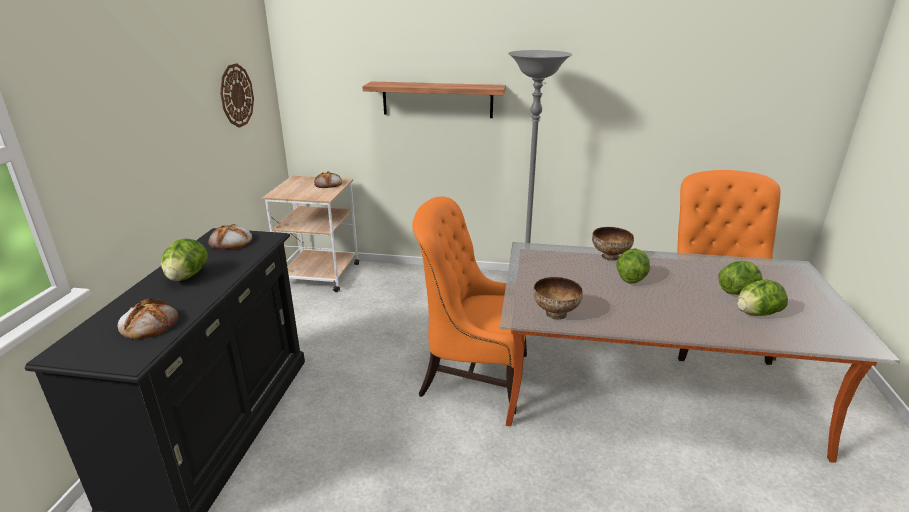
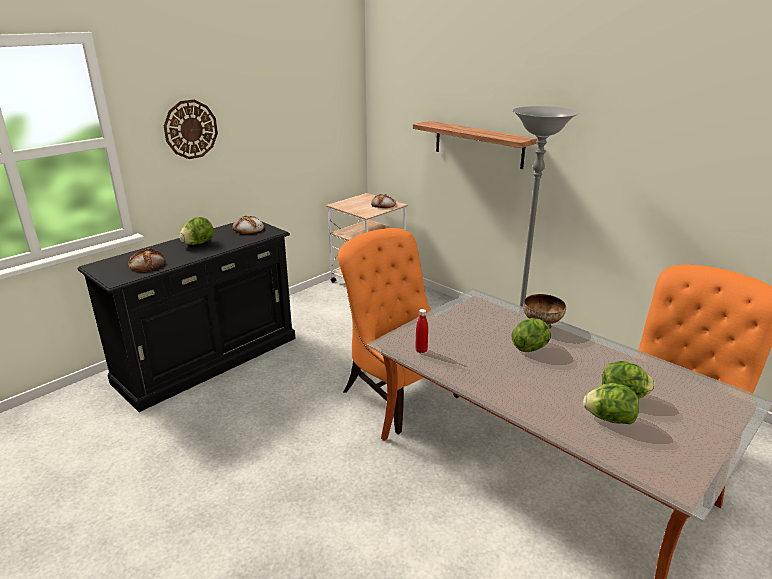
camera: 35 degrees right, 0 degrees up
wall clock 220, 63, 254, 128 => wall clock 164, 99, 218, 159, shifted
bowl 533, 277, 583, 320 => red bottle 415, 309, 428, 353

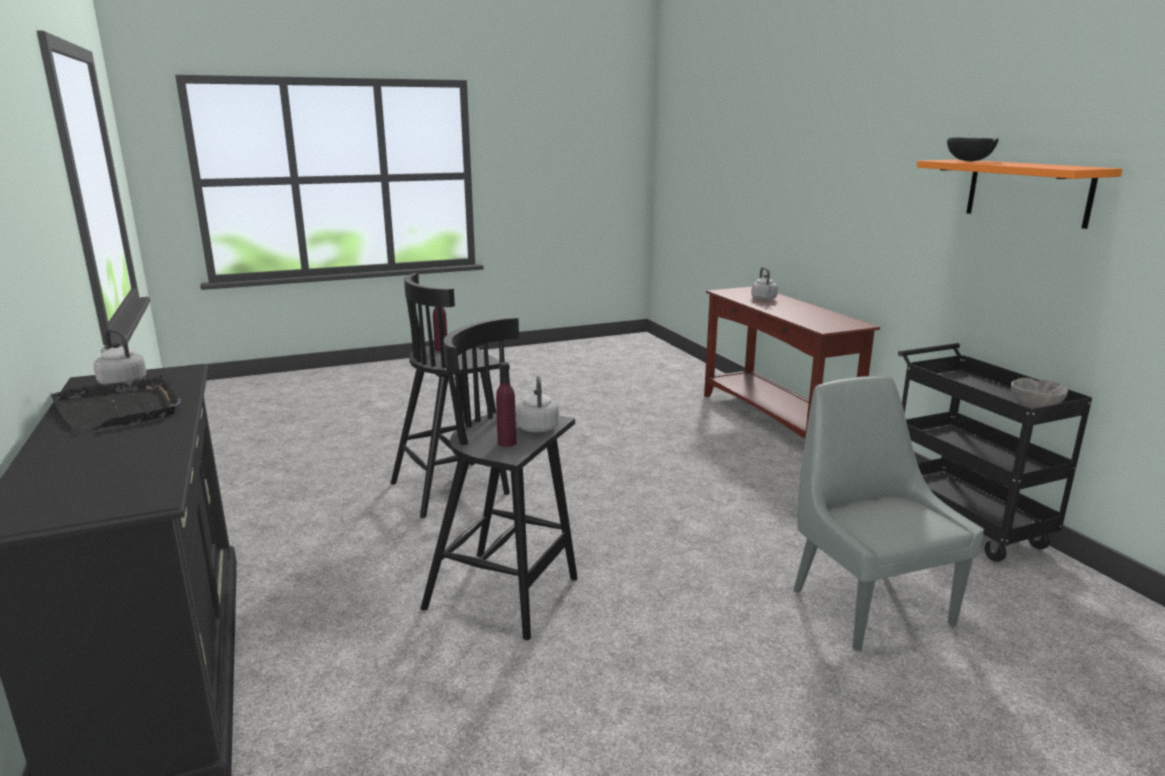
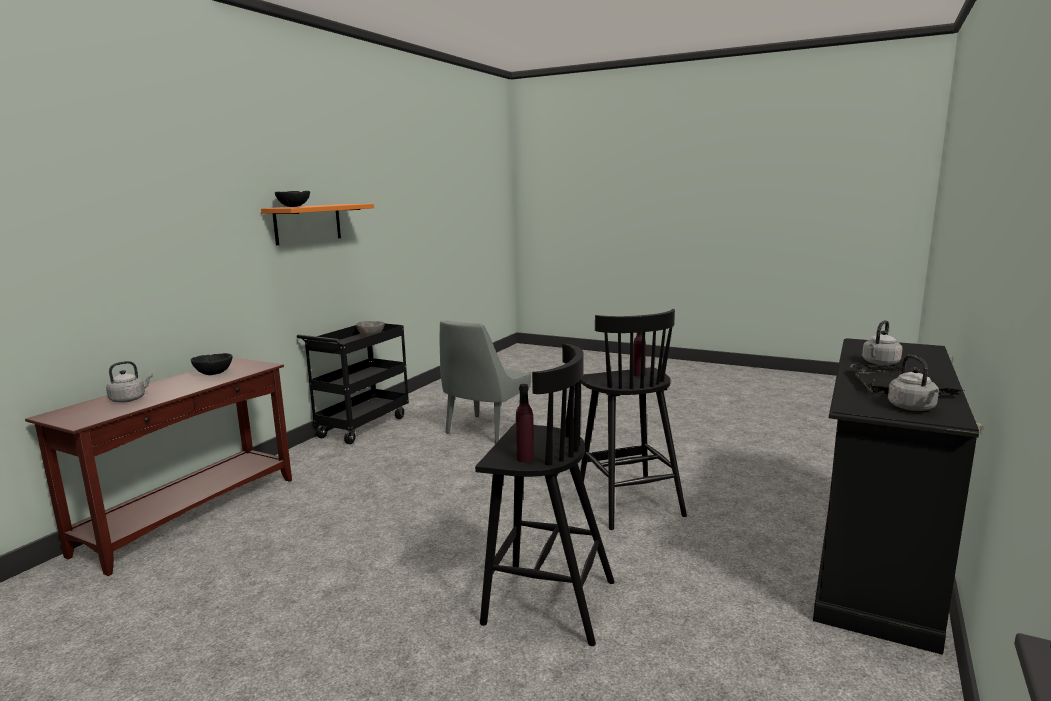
camera: 130 degrees left, 5 degrees down
nothing => black bowl 191, 353, 232, 375
grey kettle 516, 376, 559, 433 => grey kettle 862, 320, 902, 365, shifted

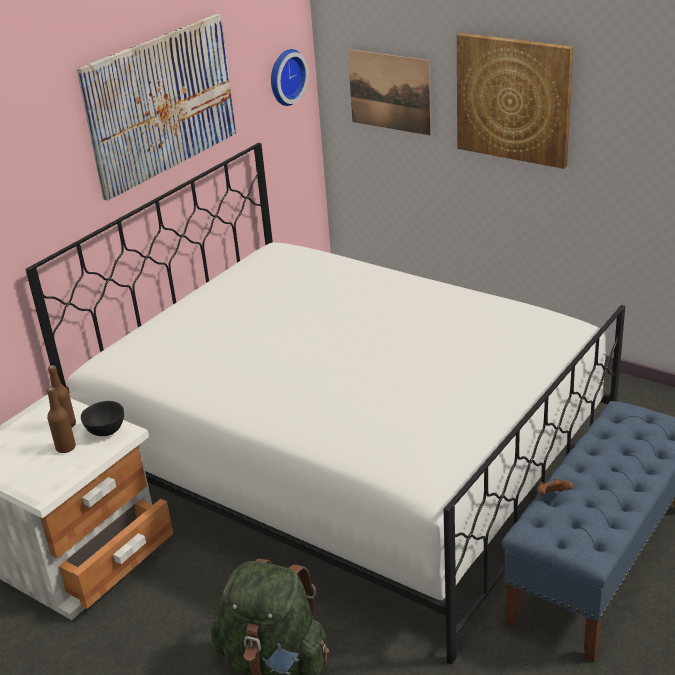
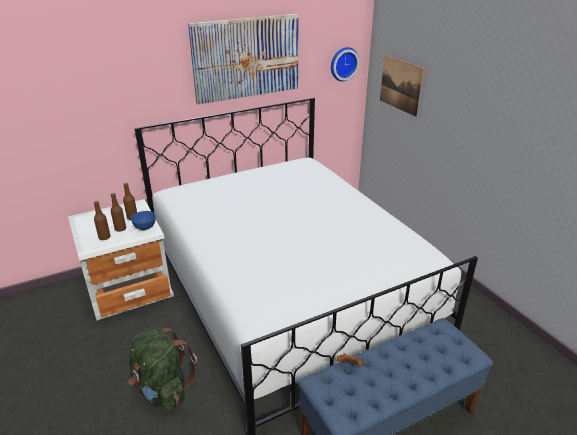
camera: 25 degrees right, 0 degrees up
picture 457, 33, 574, 169 => nothing
nothing => brown bottle 94, 201, 110, 240
black bowl 81, 401, 124, 436 => blue bowl 131, 211, 156, 230

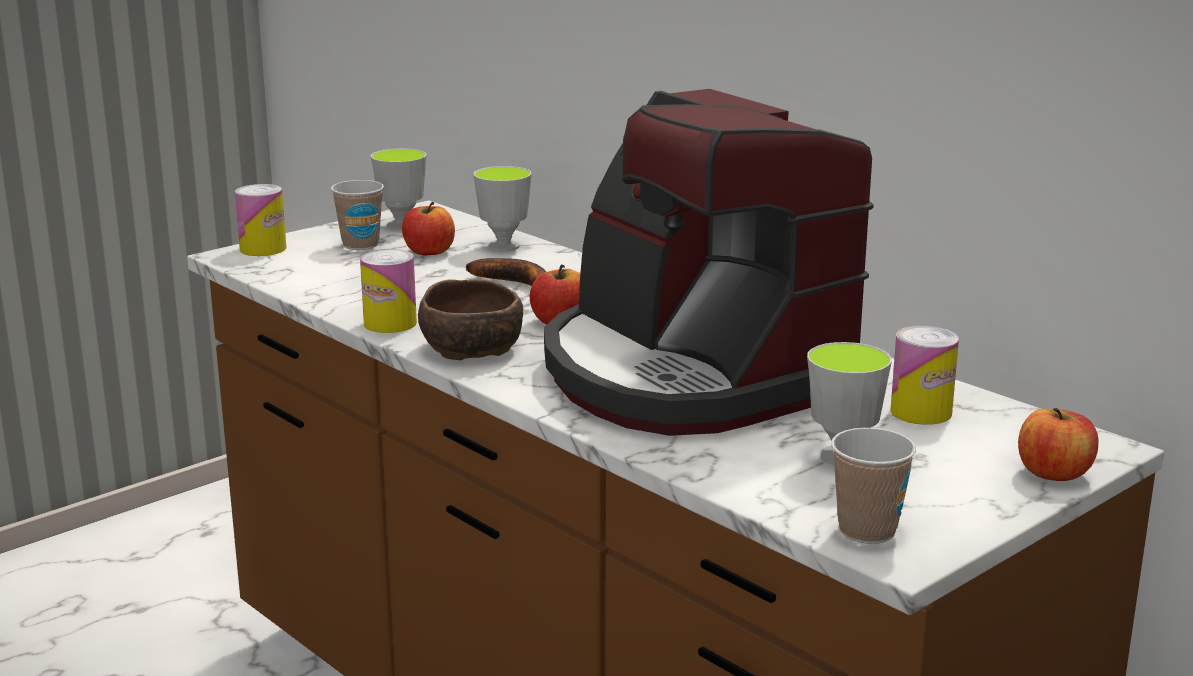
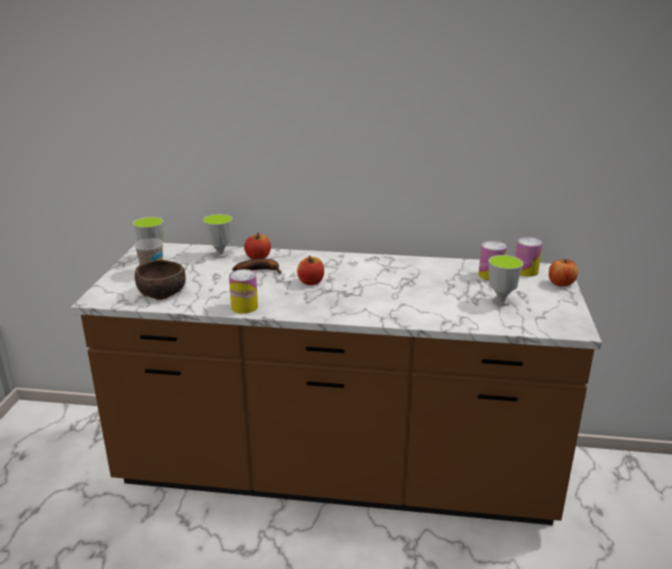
camera: 40 degrees left, 5 degrees up
coffee machine 544, 89, 874, 436 => nothing
cup 831, 428, 916, 544 => nothing
can 235, 184, 286, 256 => can 515, 237, 543, 277, shifted
apple 402, 202, 455, 256 => apple 244, 233, 271, 259, shifted
brown bowl 418, 279, 523, 360 => brown bowl 135, 260, 186, 300, shifted

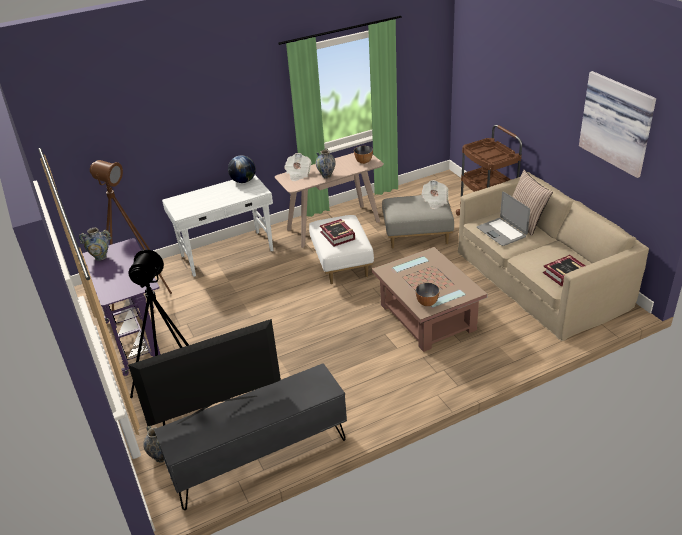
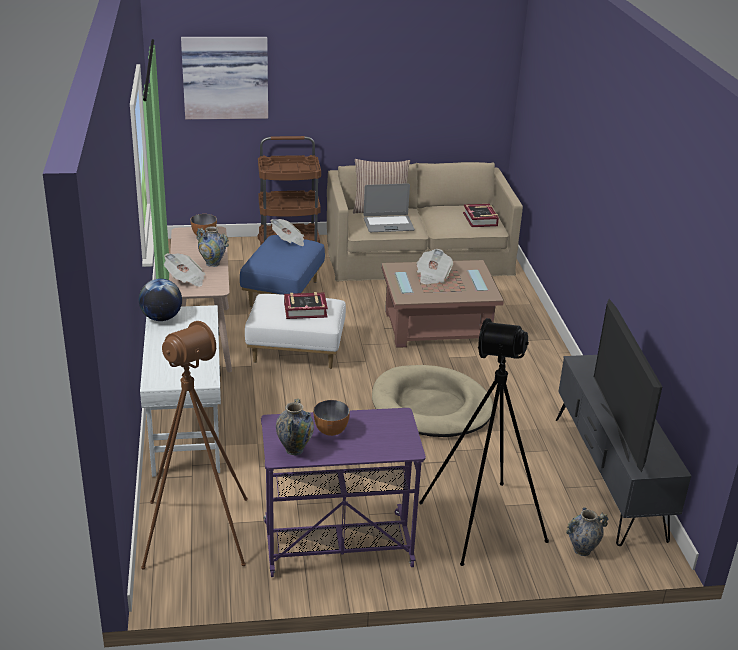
camera: 75 degrees left, 5 degrees down
nothing => beige dog bed 372, 365, 493, 437
nothing => newspaper 416, 249, 453, 284
bowl 415, 283, 440, 306 => bowl 313, 400, 350, 436, shifted
picture 579, 71, 656, 178 => picture 181, 37, 268, 119, shifted
grey ottoman 382, 195, 454, 249 => blue ottoman 240, 235, 325, 307

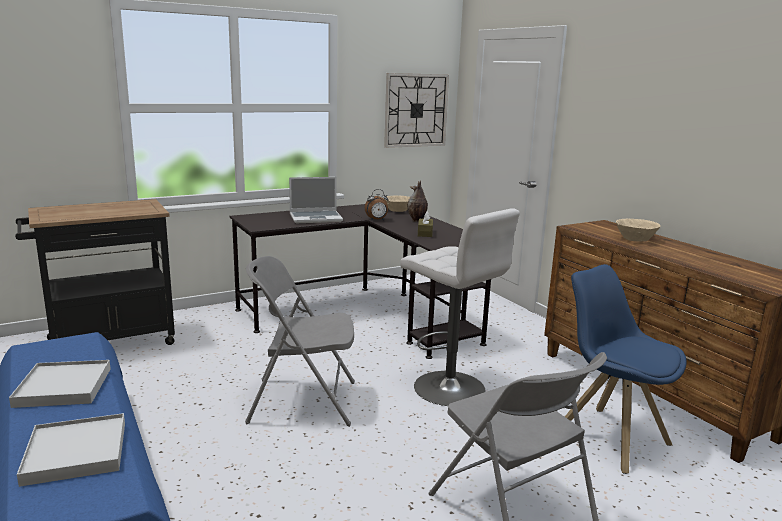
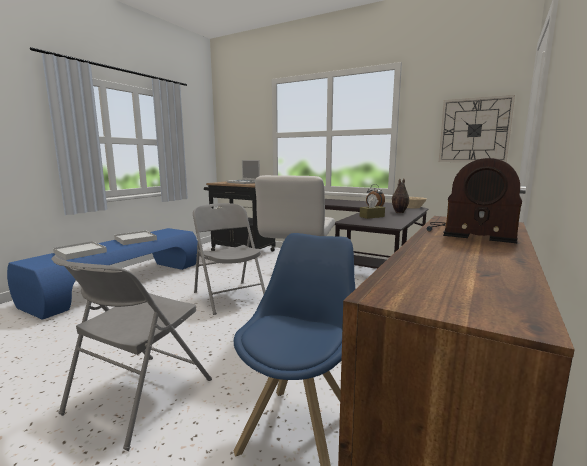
camera: 60 degrees right, 5 degrees down
laptop 289, 177, 343, 223 => laptop 227, 160, 260, 184, shifted
beige bowl 616, 219, 661, 242 => radio 427, 158, 522, 243

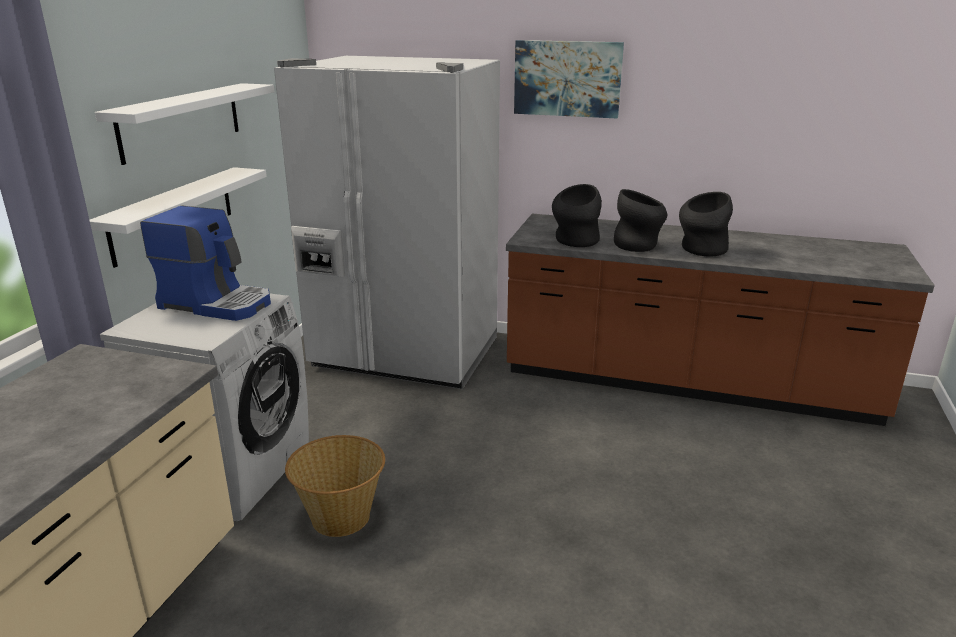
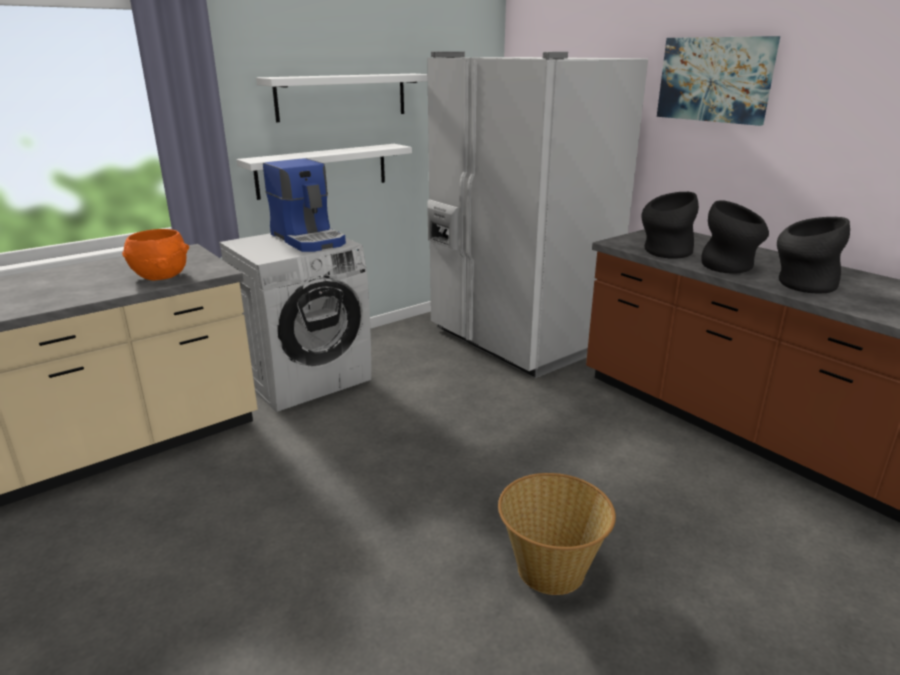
camera: 35 degrees right, 0 degrees up
nothing => orange bowl 122, 229, 189, 281
basket 285, 435, 385, 537 => basket 498, 473, 616, 595, shifted

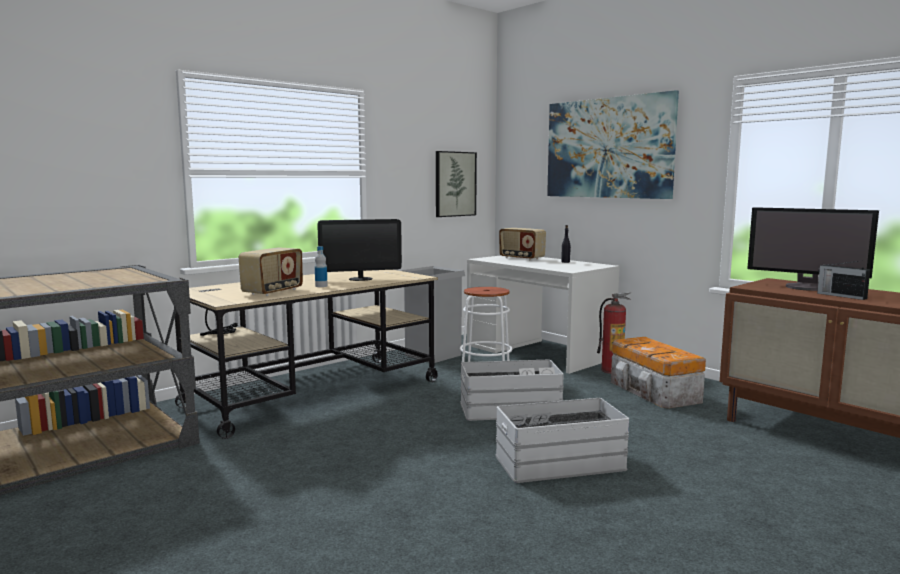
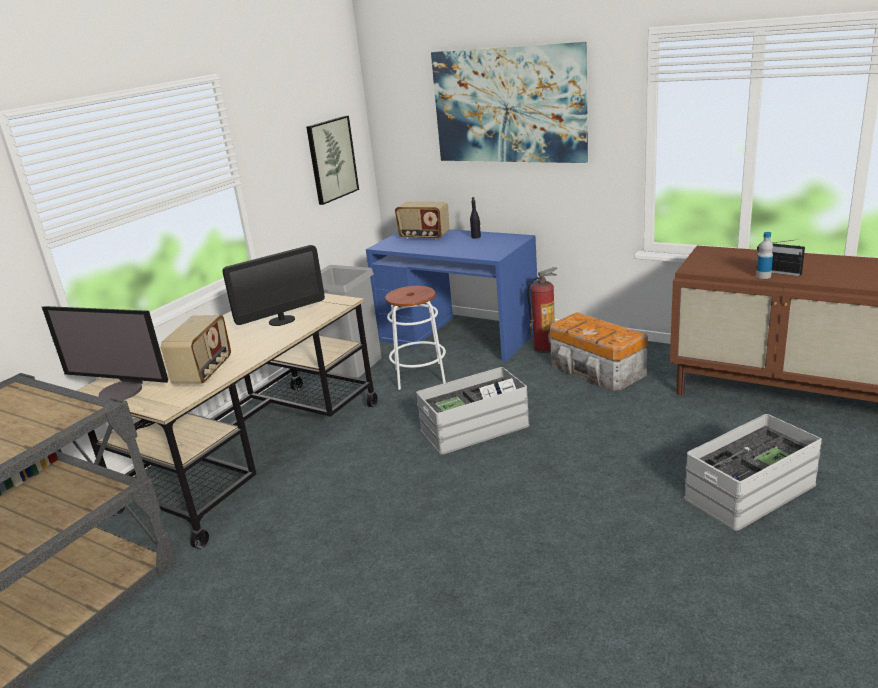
camera: 15 degrees left, 15 degrees up
bottle 315, 246, 328, 287 => bottle 756, 232, 773, 279, shifted
grey storage box 495, 398, 629, 483 => grey storage box 684, 414, 822, 531, shifted
monitor 747, 207, 879, 291 => monitor 42, 306, 168, 400, shifted
white desk 467, 255, 620, 374 => blue desk 366, 229, 537, 362

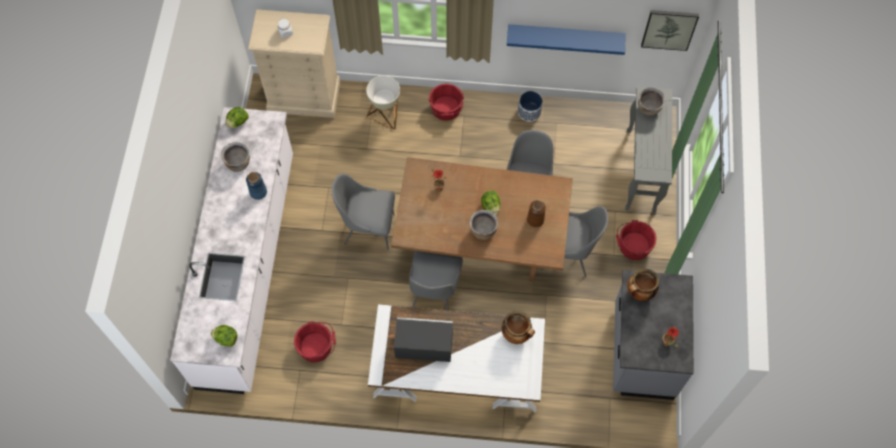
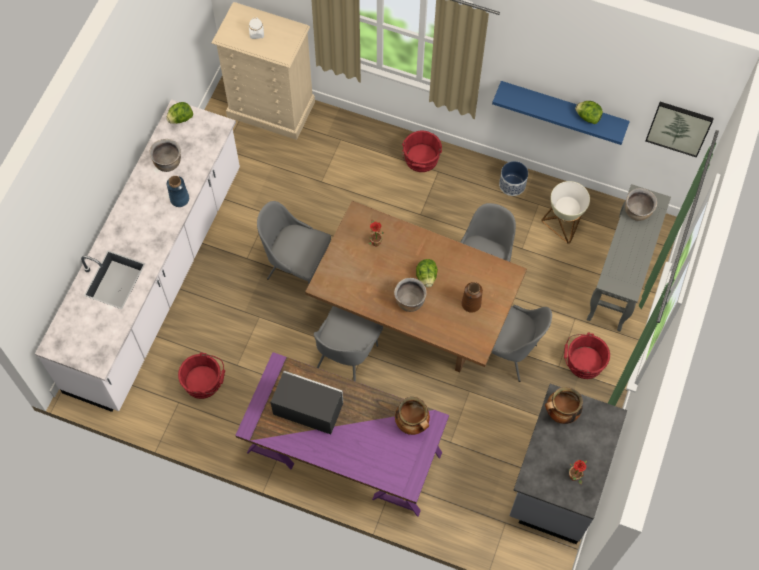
camera: 15 degrees right, 0 degrees up
lettuce 211, 325, 237, 347 => lettuce 575, 101, 603, 124, shifted
planter 366, 76, 400, 129 => planter 541, 181, 590, 243, shifted
white desk 368, 304, 545, 413 => purple desk 235, 352, 449, 517

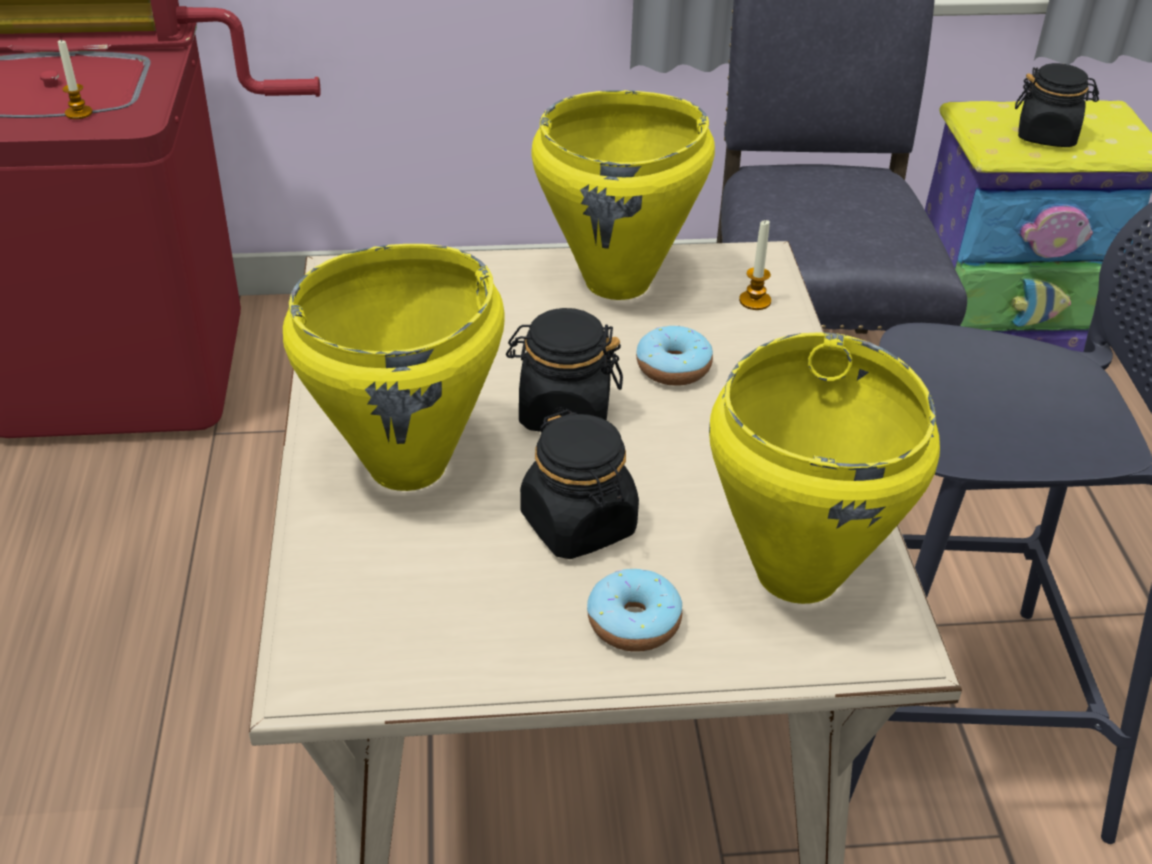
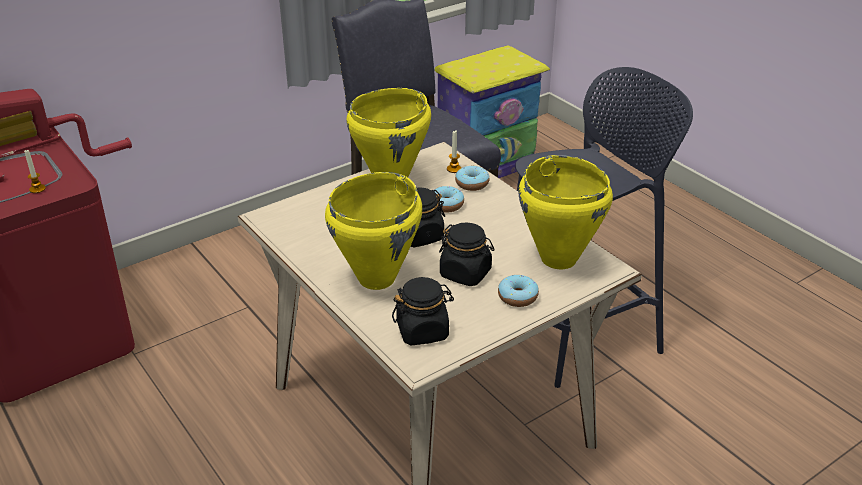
camera: 30 degrees left, 5 degrees down
nothing => donut 455, 165, 489, 191
black jar 1015, 63, 1099, 147 => black jar 392, 277, 454, 345, shifted

